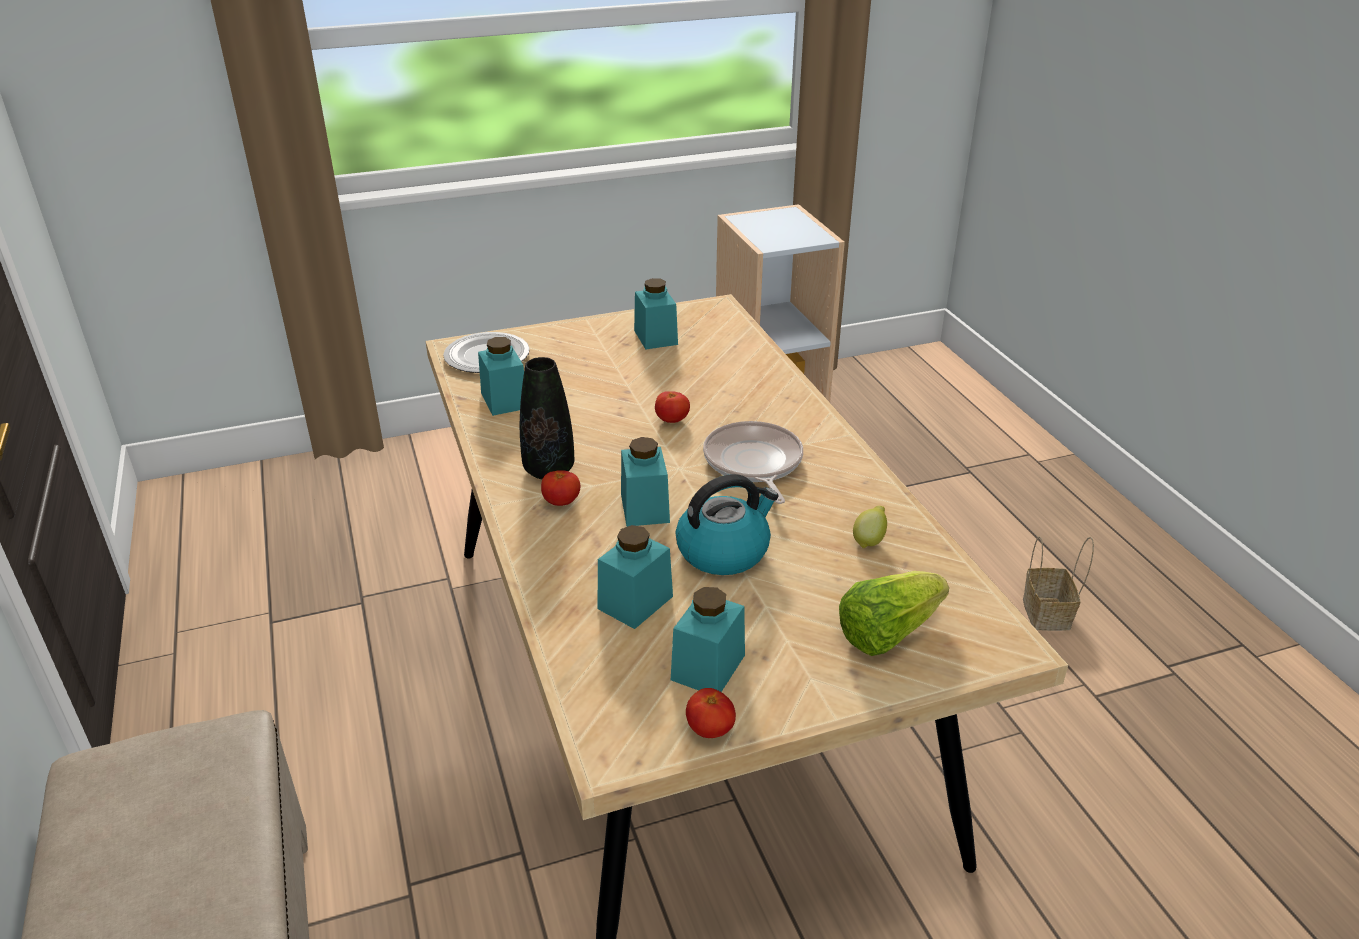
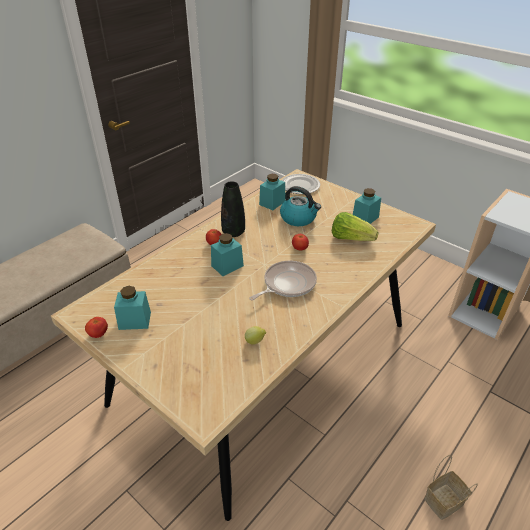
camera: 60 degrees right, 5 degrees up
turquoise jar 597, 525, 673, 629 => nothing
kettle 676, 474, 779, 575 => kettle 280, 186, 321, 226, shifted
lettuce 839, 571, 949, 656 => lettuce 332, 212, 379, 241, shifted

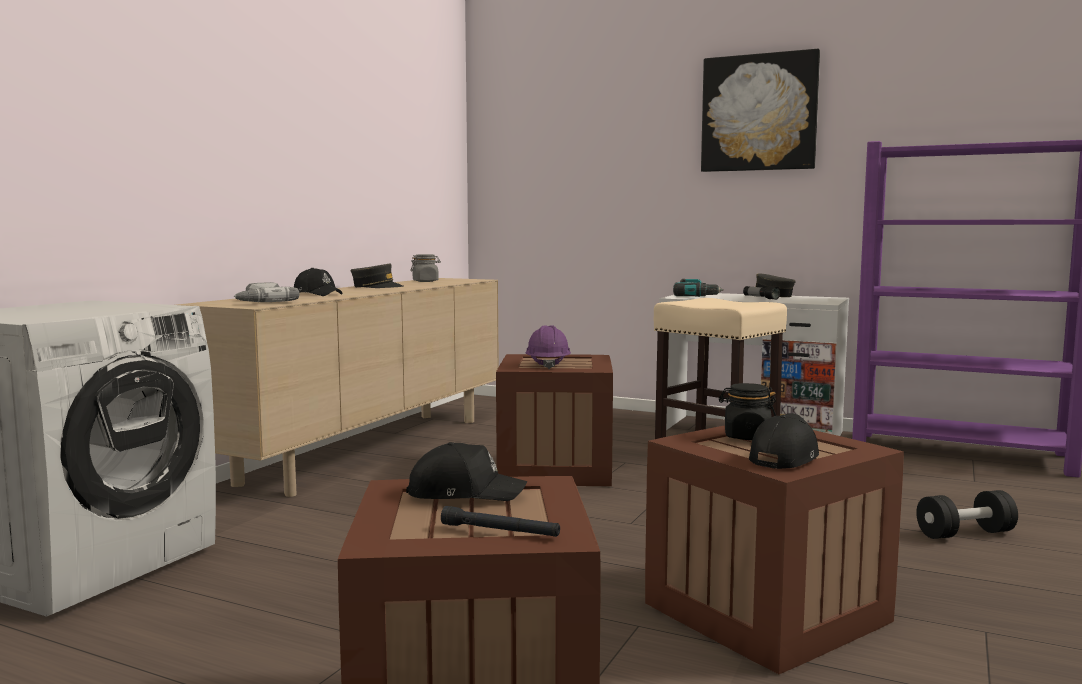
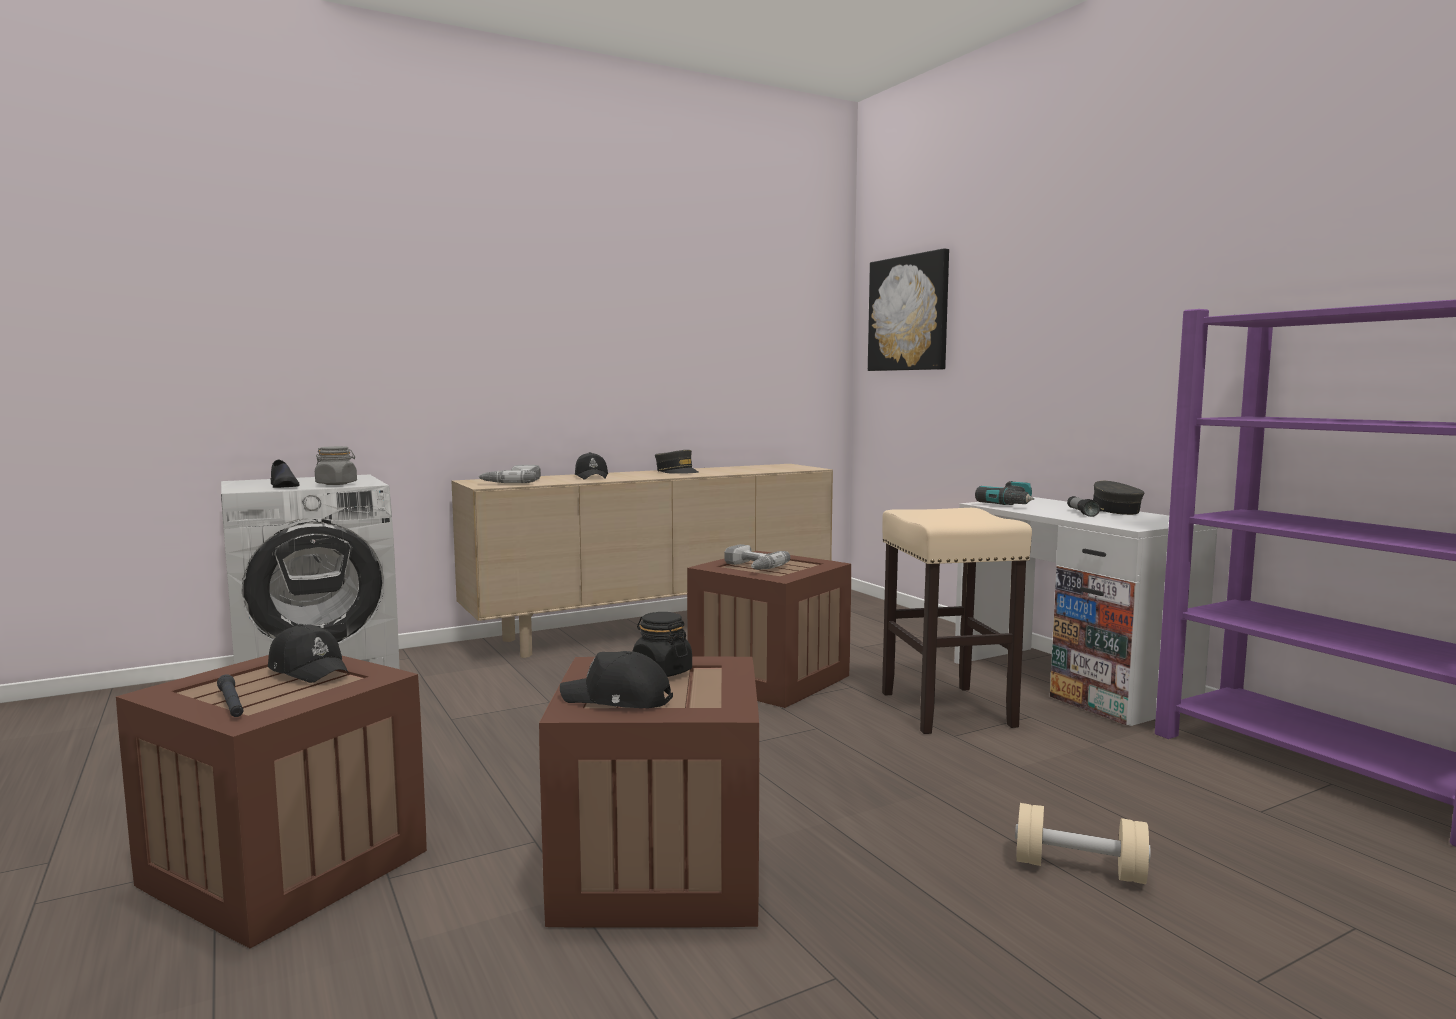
camera: 35 degrees right, 0 degrees up
nothing => black shoe 270, 459, 299, 488
grey jar 410, 254, 441, 282 => grey jar 315, 446, 357, 485, shifted
picture 701, 49, 820, 172 => picture 868, 248, 949, 371, shifted
purple hard hat 525, 325, 571, 370 => power drill 724, 544, 790, 570
black dumbbell 916, 490, 1018, 539 => beige dumbbell 1015, 803, 1151, 884
black cap 749, 413, 819, 469 => black cap 560, 651, 673, 708, 150 degrees counterclockwise

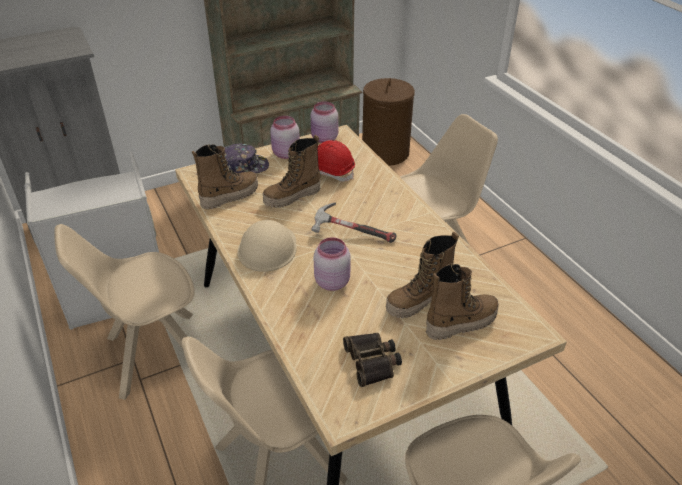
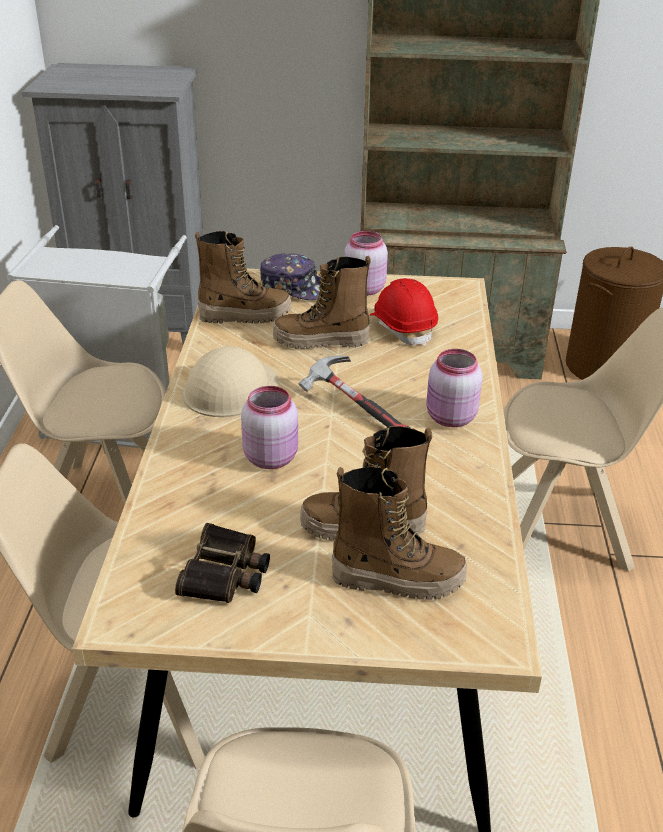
camera: 30 degrees right, 5 degrees down
pink jar 311, 101, 338, 143 => pink jar 426, 349, 483, 427, shifted

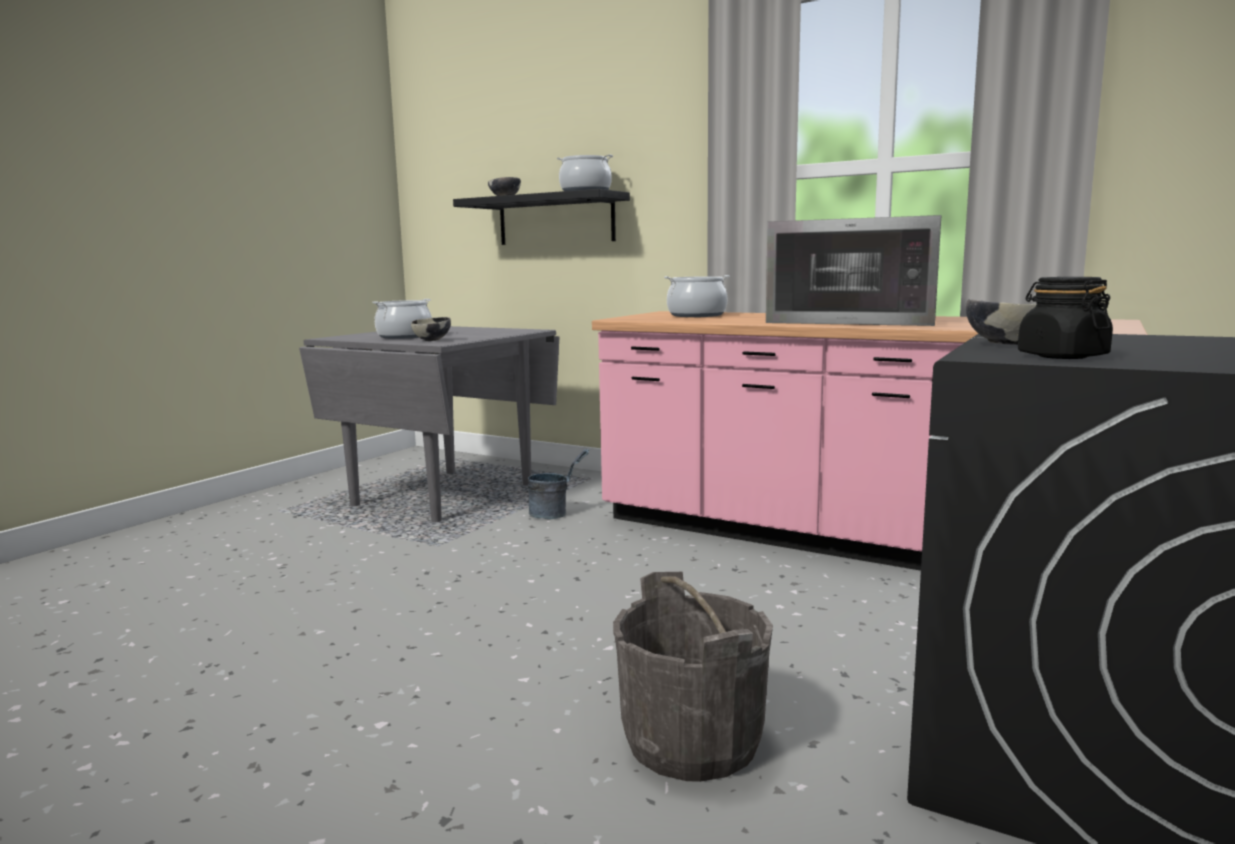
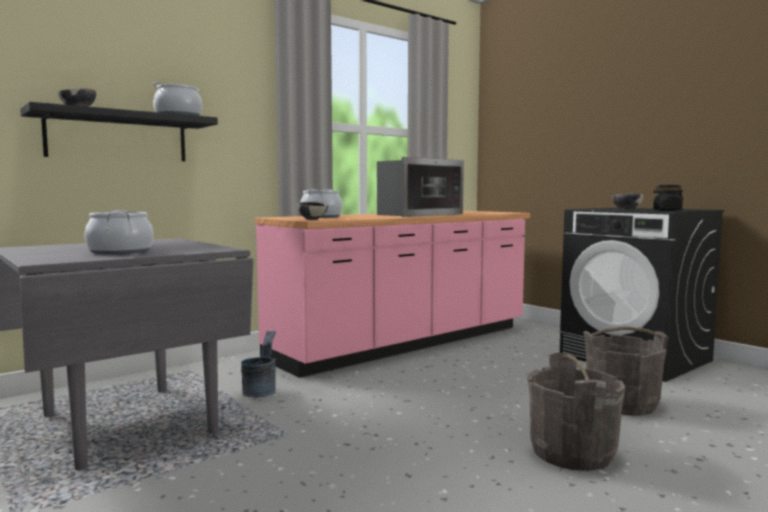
camera: 70 degrees left, 5 degrees down
nothing => grey bucket 527, 352, 625, 471
bowl 411, 317, 451, 341 => bowl 297, 202, 328, 220, shifted

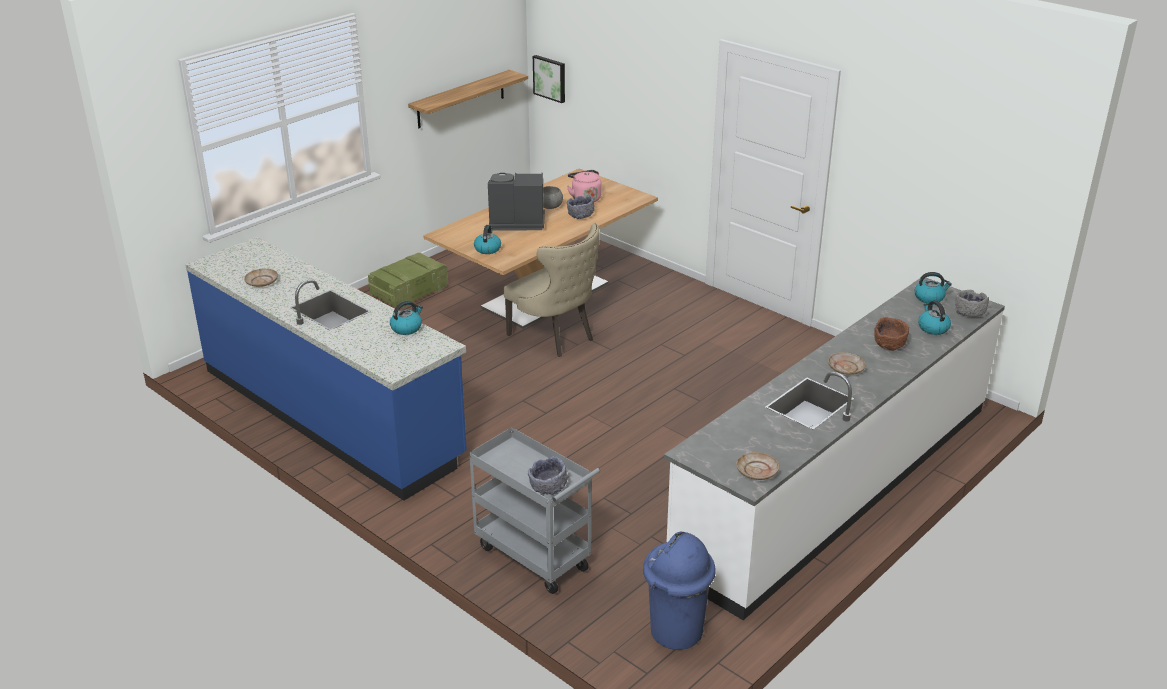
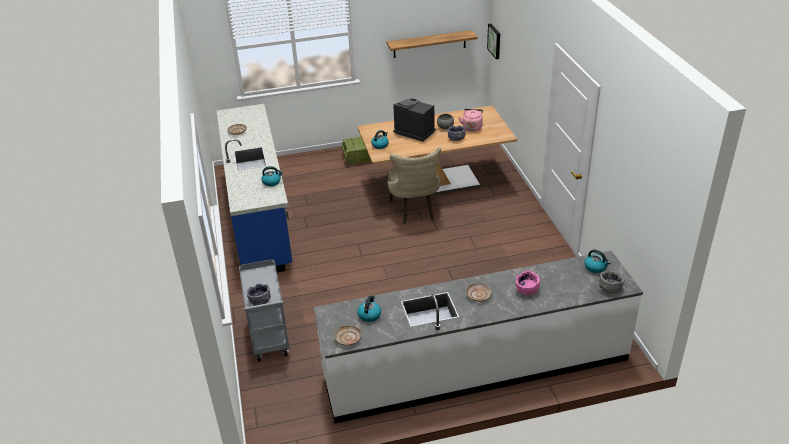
camera: 35 degrees right, 5 degrees up
blue trash can 643, 532, 716, 650 => nothing
kettle 918, 301, 951, 335 => kettle 357, 296, 381, 322, shifted
brown bowl 874, 317, 909, 351 => pink bowl 516, 270, 540, 295

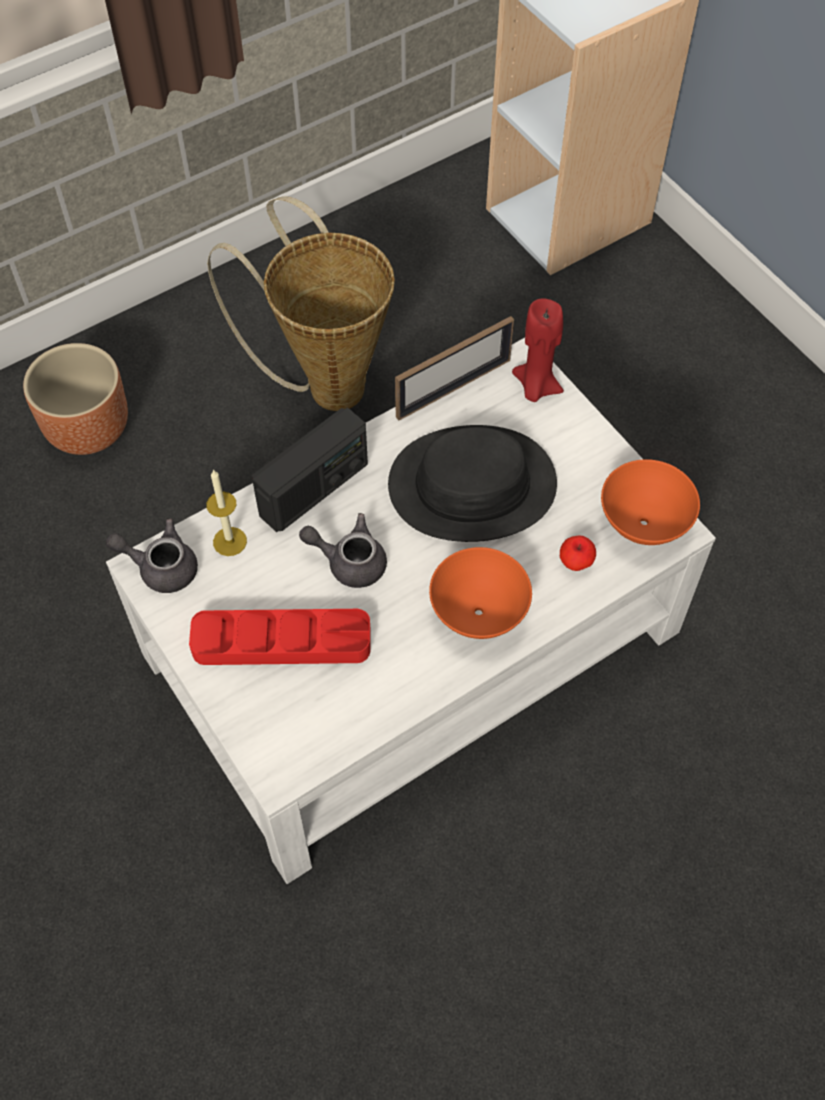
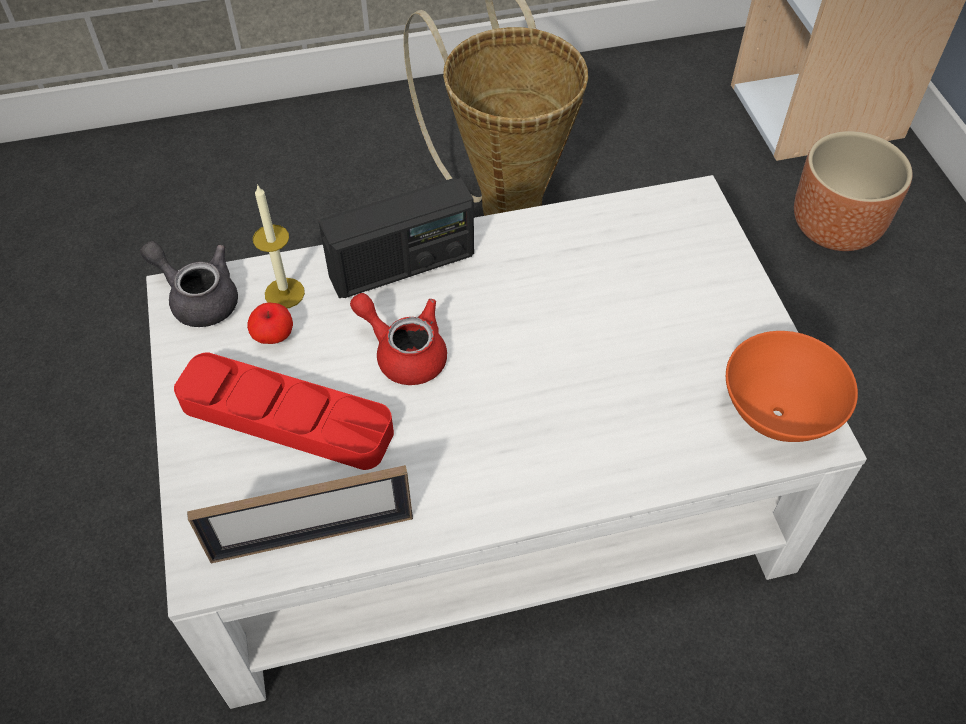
camera: 20 degrees right, 5 degrees down
black hat 388, 425, 557, 542 => nothing
orange bowl 429, 547, 532, 639 => nothing
red candle 512, 298, 564, 402 => nothing
brown planter 23, 343, 128, 455 => brown planter 794, 131, 913, 251, shifted
picture frame 395, 316, 514, 421 => picture frame 187, 465, 413, 564, shifted
apple 560, 535, 596, 571 => apple 247, 302, 293, 344, shifted
grey teapot 299, 513, 387, 588 => red teapot 350, 293, 447, 385

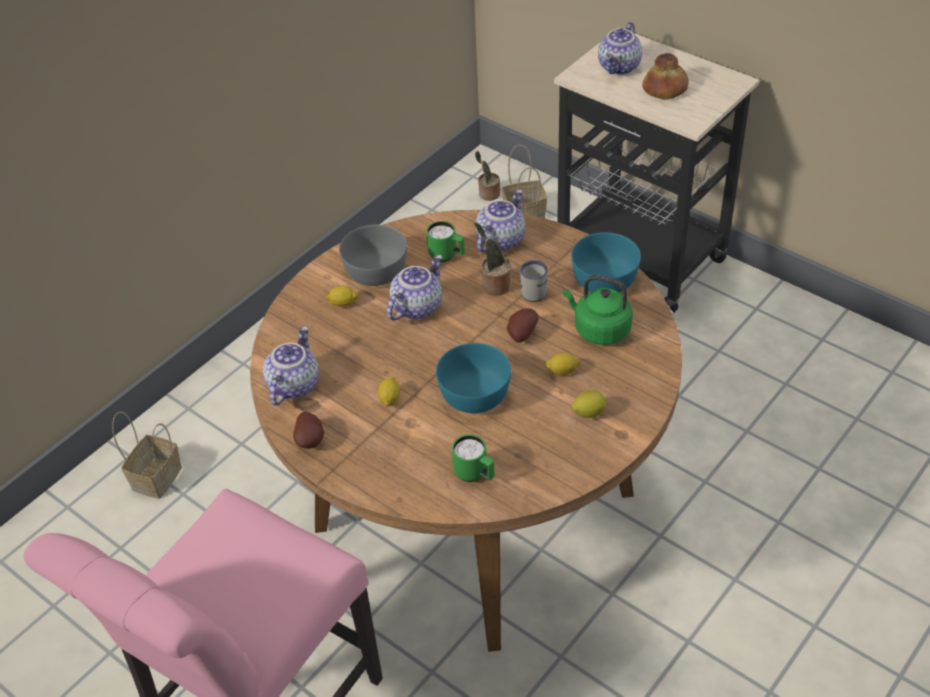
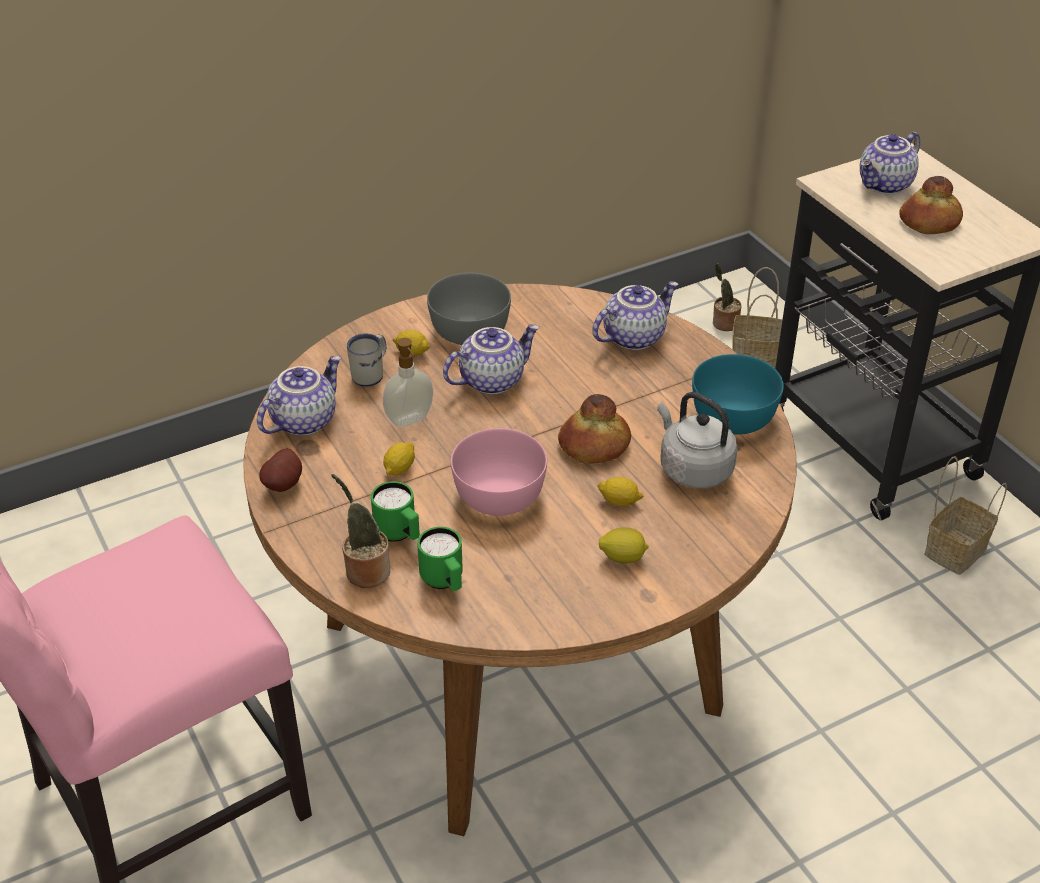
camera: 20 degrees right, 5 degrees down
nothing => soap dispenser 383, 338, 433, 427
basket 112, 411, 182, 499 => basket 925, 456, 1007, 575, shifted
green mug 427, 221, 465, 262 => green mug 371, 481, 420, 542, shifted
potted plant 474, 222, 512, 295 => potted plant 332, 474, 390, 588, shifted
white mug 520, 259, 548, 302 => white mug 347, 333, 386, 386, shifted
potato 507, 308, 538, 342 => bread 558, 394, 631, 464
turquoise bowl 436, 343, 511, 413 => pink bowl 451, 428, 547, 516
green kettle 563, 275, 633, 345 => grey kettle 657, 392, 738, 488

